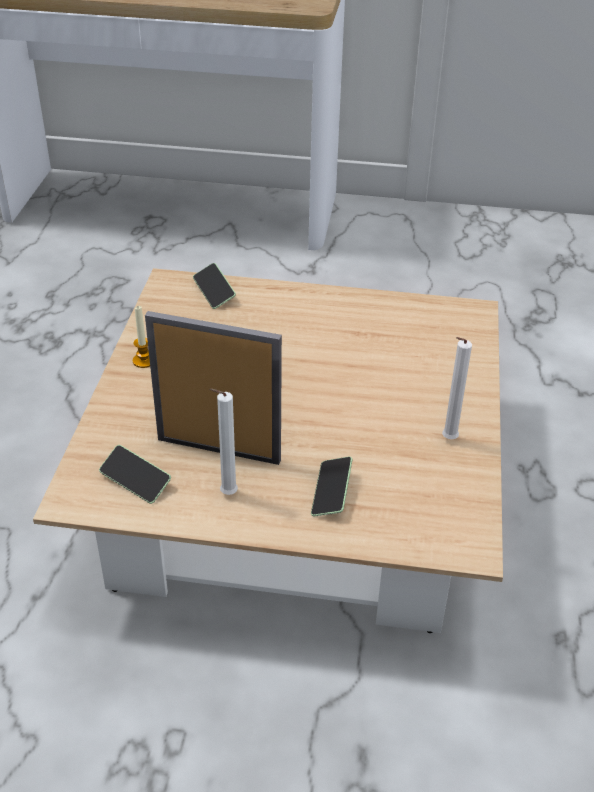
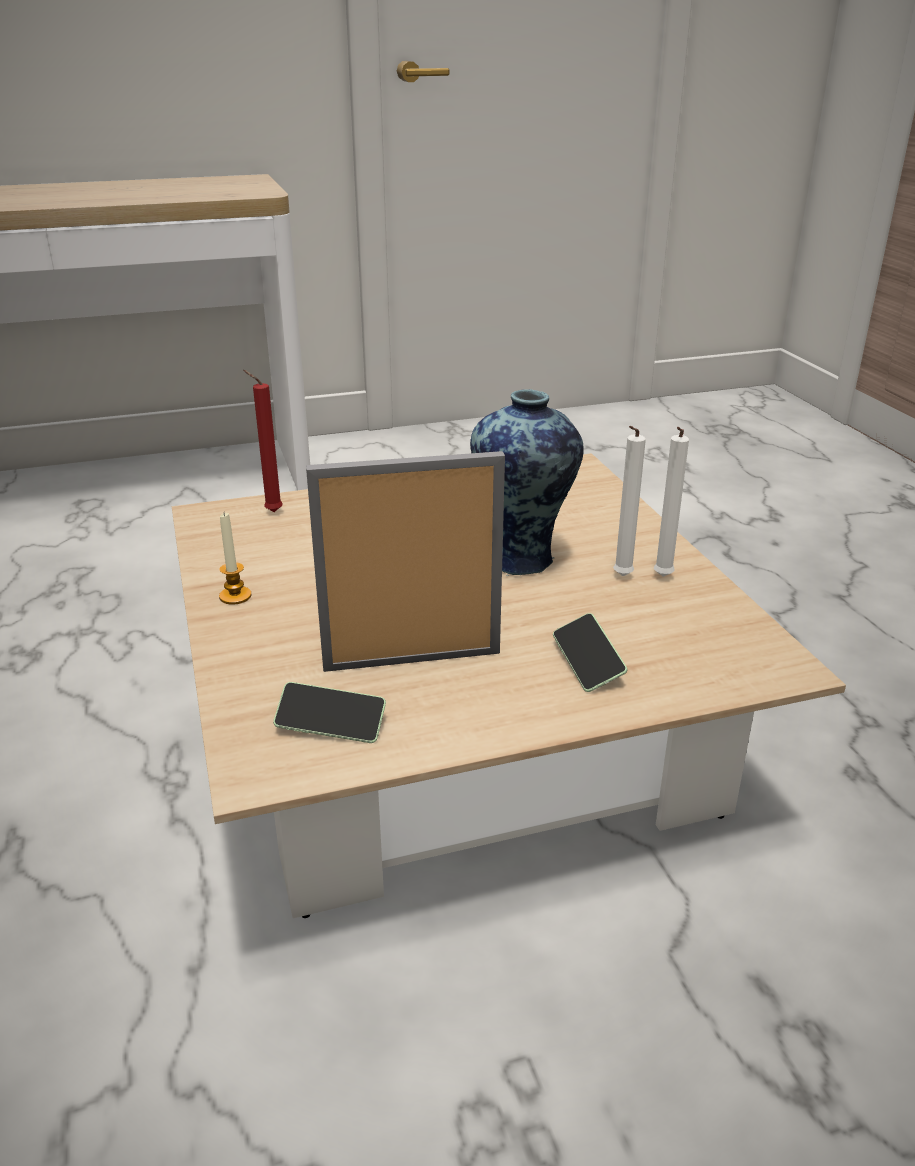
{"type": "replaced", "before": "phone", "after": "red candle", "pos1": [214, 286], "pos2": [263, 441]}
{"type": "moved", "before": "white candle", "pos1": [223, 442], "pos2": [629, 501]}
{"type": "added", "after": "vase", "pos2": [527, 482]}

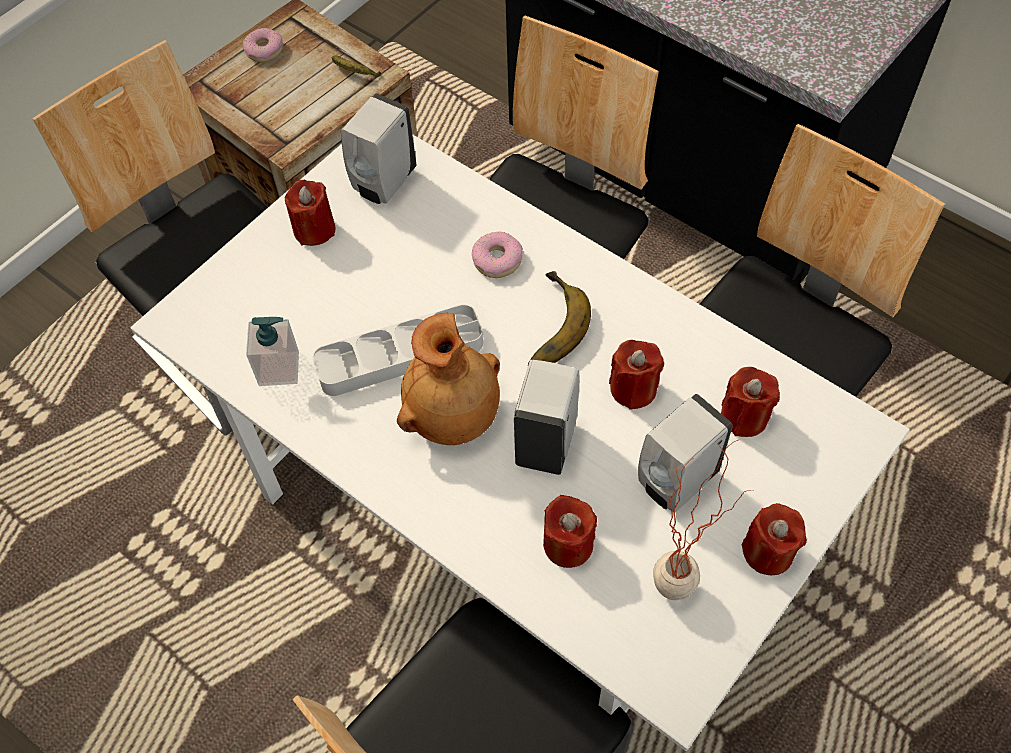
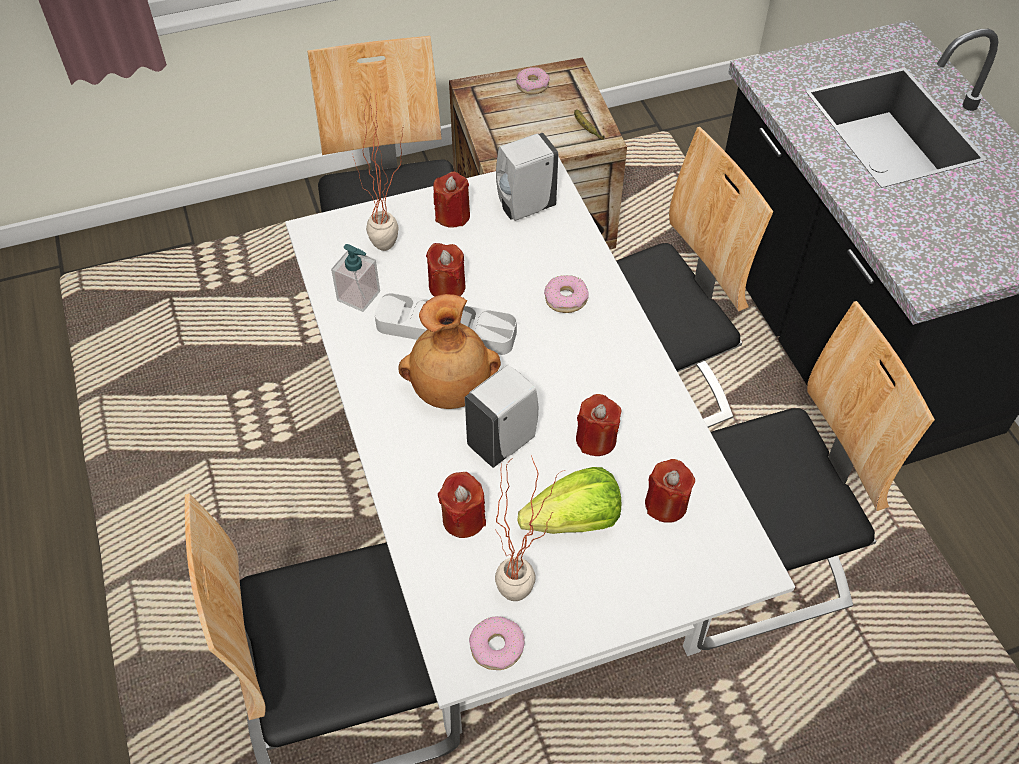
{"type": "removed", "before": "banana", "pos1": [559, 318]}
{"type": "replaced", "before": "white soap dispenser", "after": "lettuce", "pos1": [685, 453], "pos2": [569, 500]}
{"type": "moved", "before": "red candle", "pos1": [774, 539], "pos2": [446, 270]}
{"type": "added", "after": "potted plant", "pos2": [378, 173]}
{"type": "added", "after": "donut", "pos2": [497, 643]}

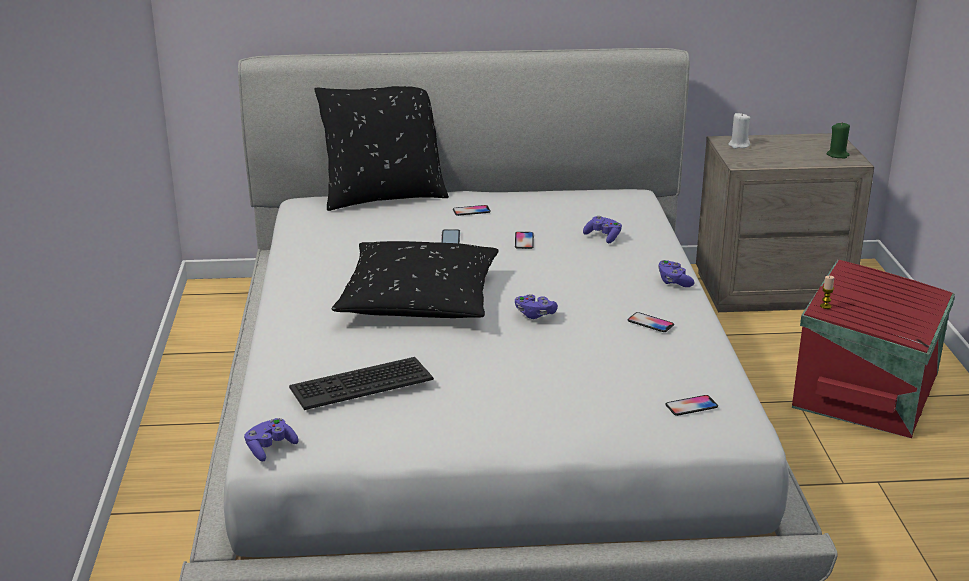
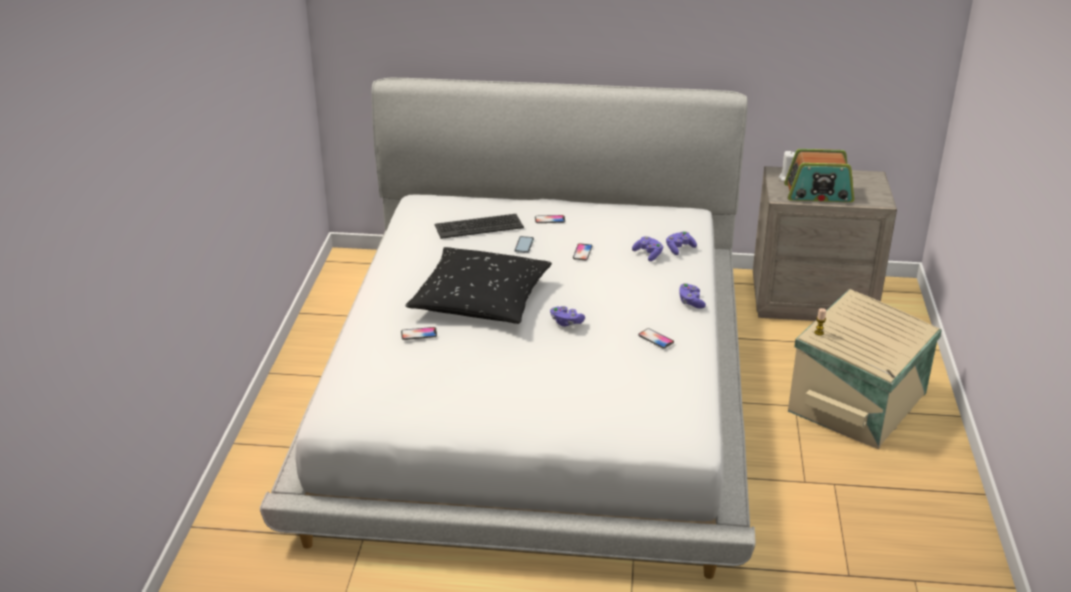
{"type": "removed", "before": "black pillow", "pos1": [381, 148]}
{"type": "removed", "before": "green candle", "pos1": [838, 140]}
{"type": "recoloured", "before": "red storage box", "after": "beige storage box", "pos1": [873, 349], "pos2": [865, 369]}
{"type": "moved", "before": "keyboard", "pos1": [361, 383], "pos2": [479, 226]}
{"type": "moved", "before": "phone", "pos1": [691, 405], "pos2": [419, 333]}
{"type": "moved", "before": "purple game controller", "pos1": [271, 439], "pos2": [681, 243]}
{"type": "added", "after": "radio", "pos2": [819, 175]}

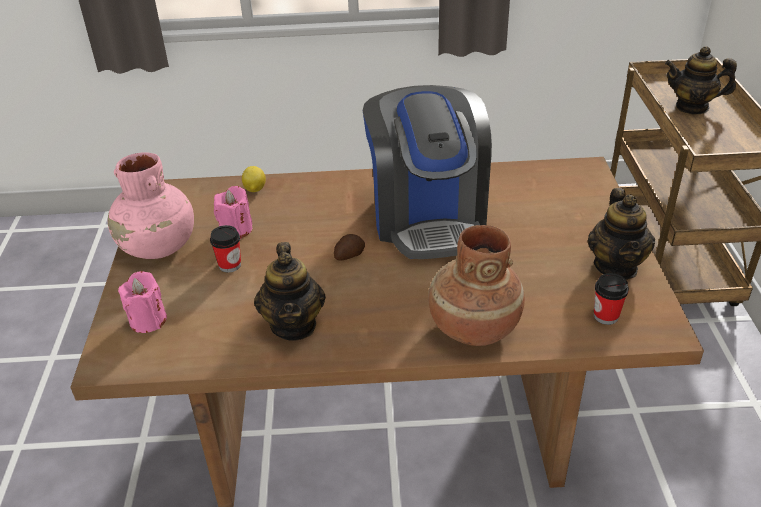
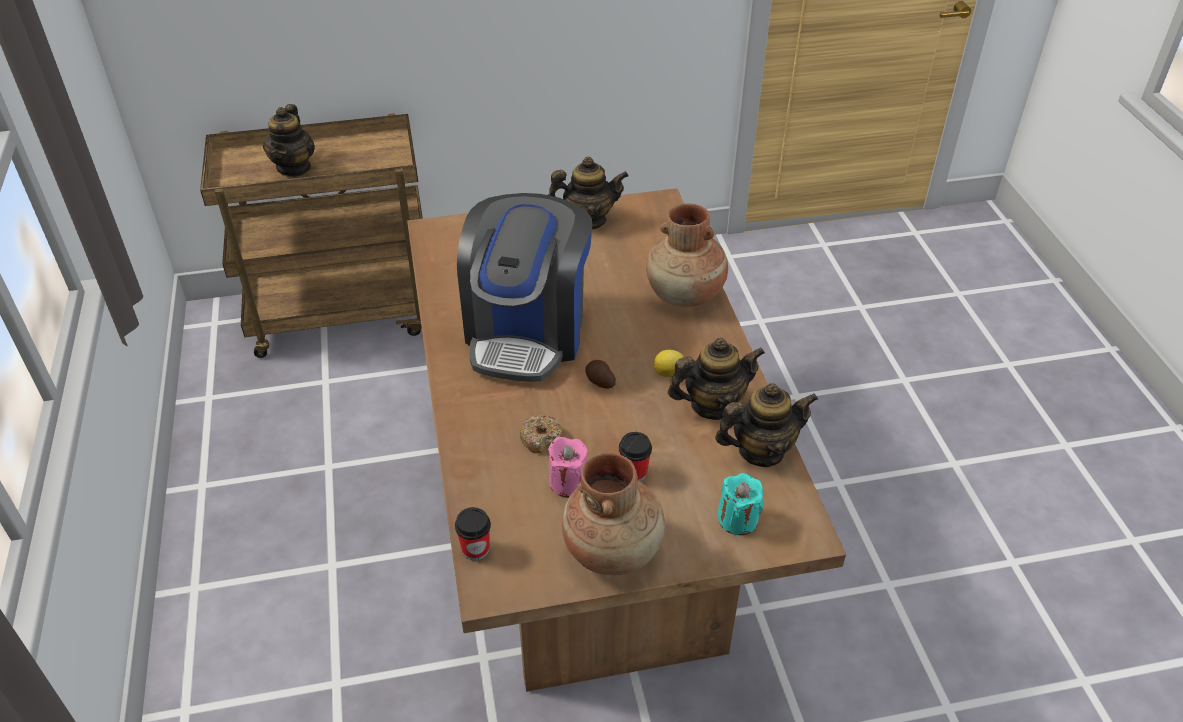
{"type": "turned", "before": "coffee machine", "pos1": [427, 172], "pos2": [524, 287], "turn": 120}
{"type": "recoloured", "before": "pink vase", "after": "brown vase", "pos1": [151, 206], "pos2": [613, 514]}
{"type": "moved", "before": "lemon", "pos1": [254, 179], "pos2": [669, 363]}
{"type": "recoloured", "before": "pink candle", "after": "turquoise candle", "pos1": [142, 302], "pos2": [741, 504]}
{"type": "moved", "before": "cup", "pos1": [611, 299], "pos2": [473, 534]}
{"type": "added", "after": "teapot", "pos2": [766, 425]}
{"type": "added", "after": "donut", "pos2": [541, 433]}

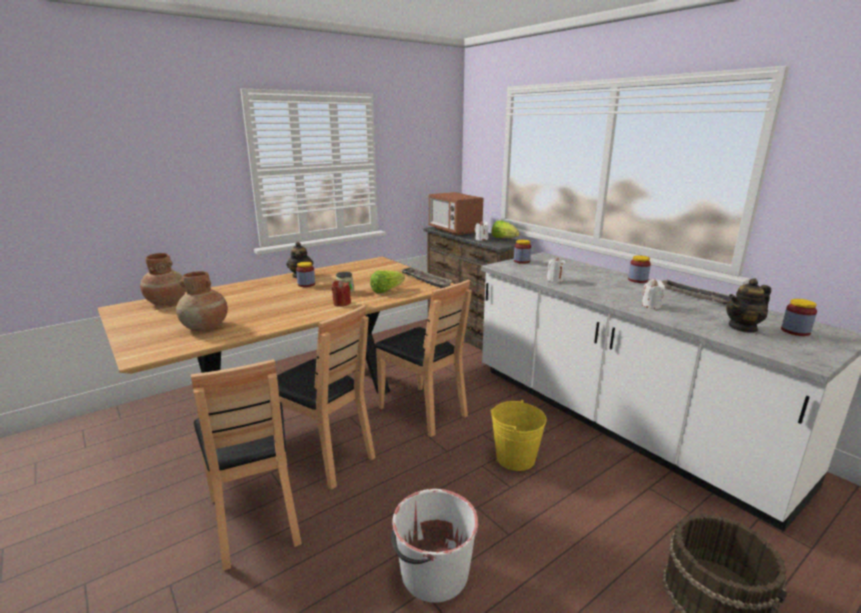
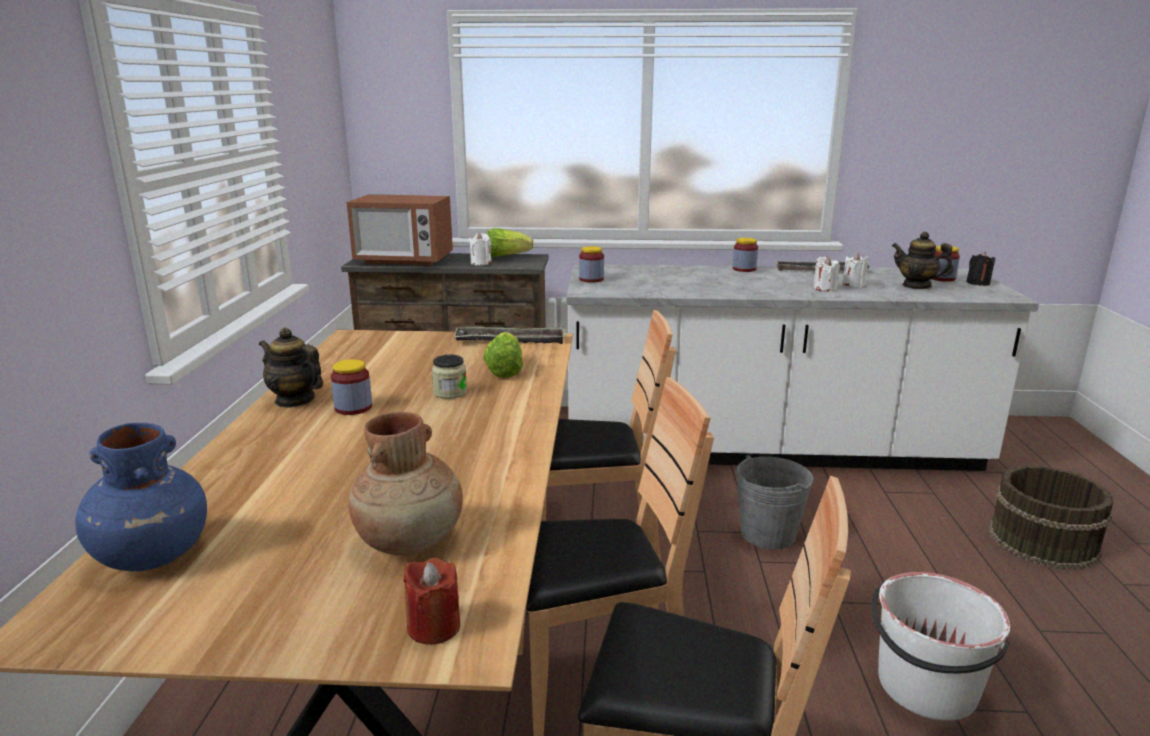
{"type": "recoloured", "before": "brown vase", "after": "blue vase", "pos1": [163, 279], "pos2": [141, 497]}
{"type": "moved", "before": "white candle", "pos1": [556, 269], "pos2": [855, 270]}
{"type": "turned", "before": "teapot", "pos1": [748, 305], "pos2": [922, 260], "turn": 105}
{"type": "moved", "before": "red candle", "pos1": [341, 293], "pos2": [431, 601]}
{"type": "recoloured", "before": "yellow bucket", "after": "grey bucket", "pos1": [518, 435], "pos2": [774, 502]}
{"type": "added", "after": "black candle", "pos2": [981, 269]}

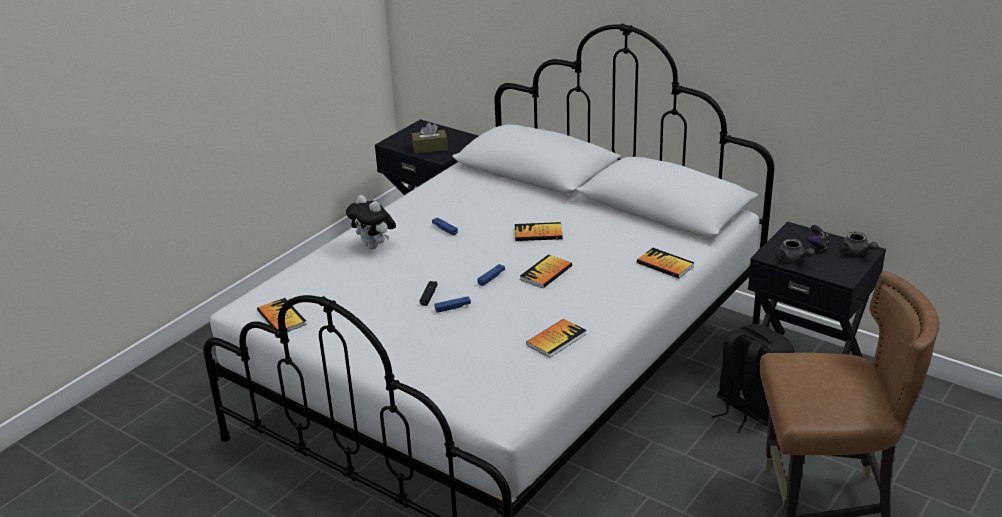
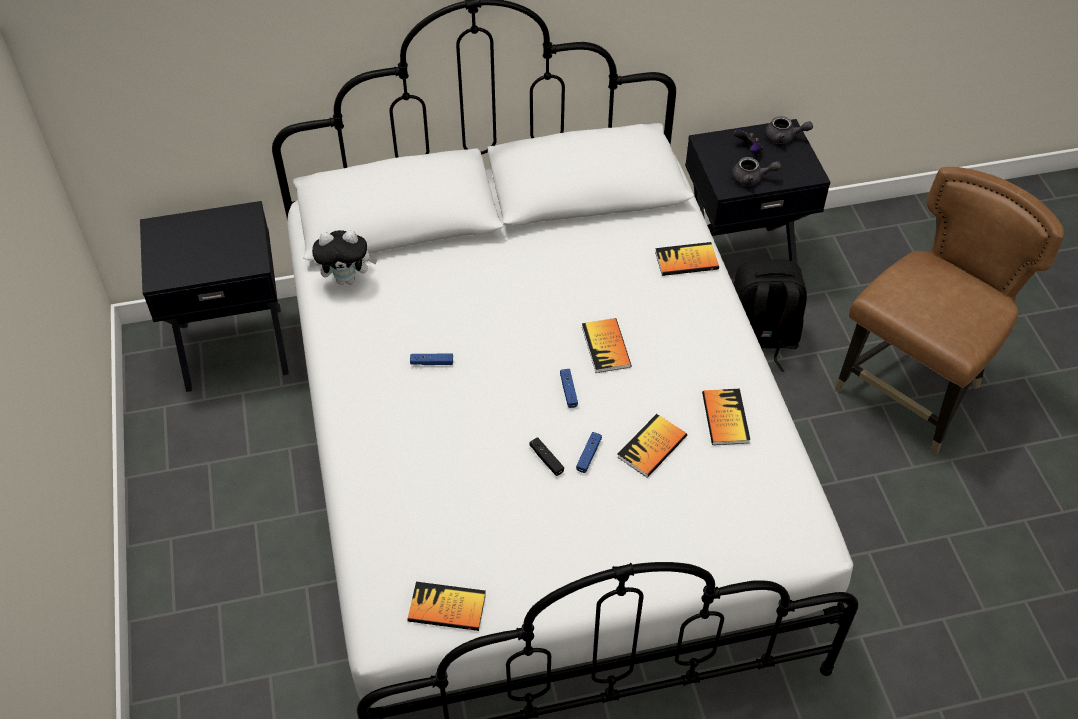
{"type": "removed", "before": "brown tissue box", "pos1": [430, 138]}
{"type": "moved", "before": "plush toy", "pos1": [371, 222], "pos2": [345, 257]}
{"type": "moved", "before": "book", "pos1": [539, 231], "pos2": [652, 446]}

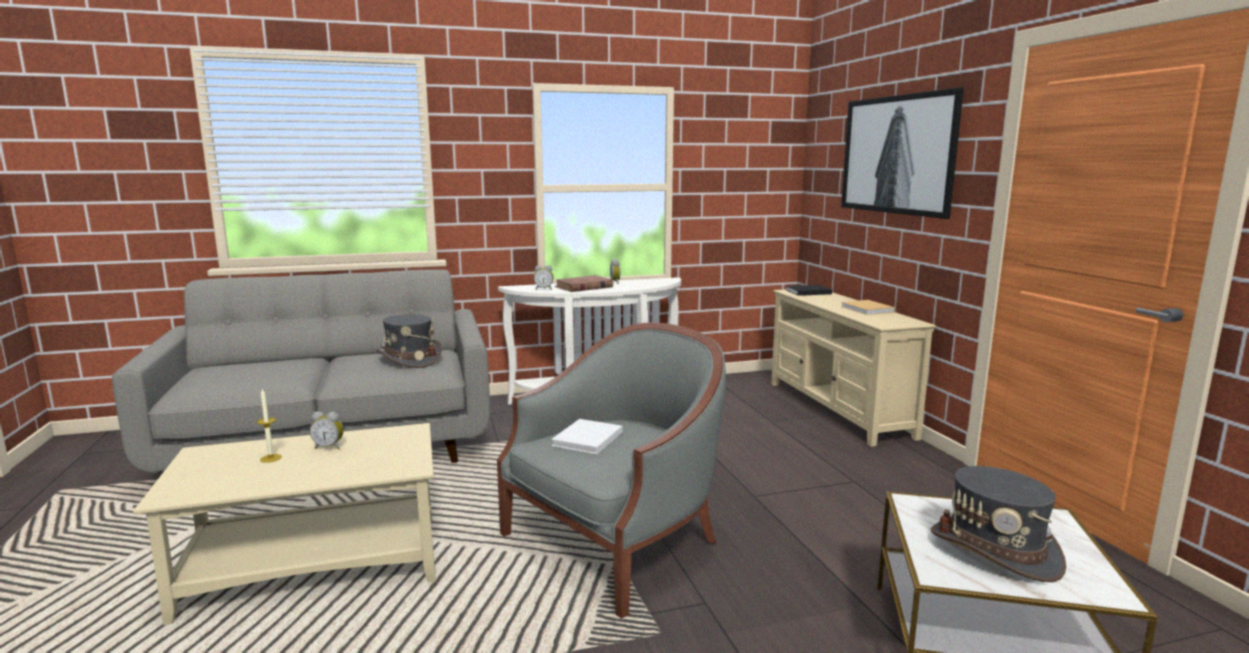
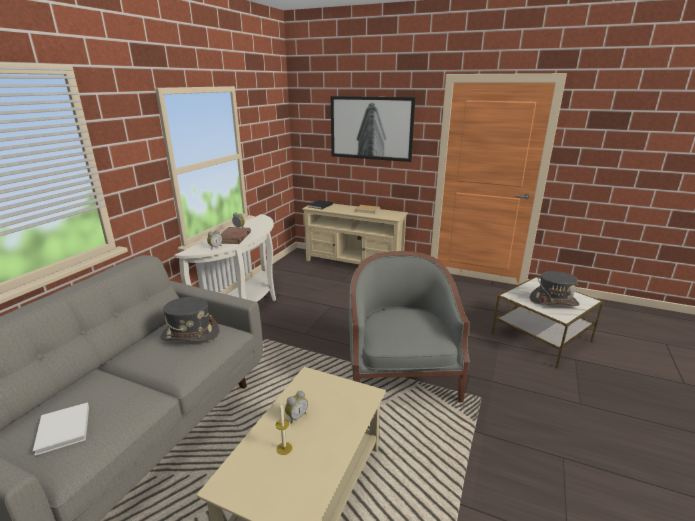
{"type": "moved", "before": "white book", "pos1": [587, 436], "pos2": [61, 429]}

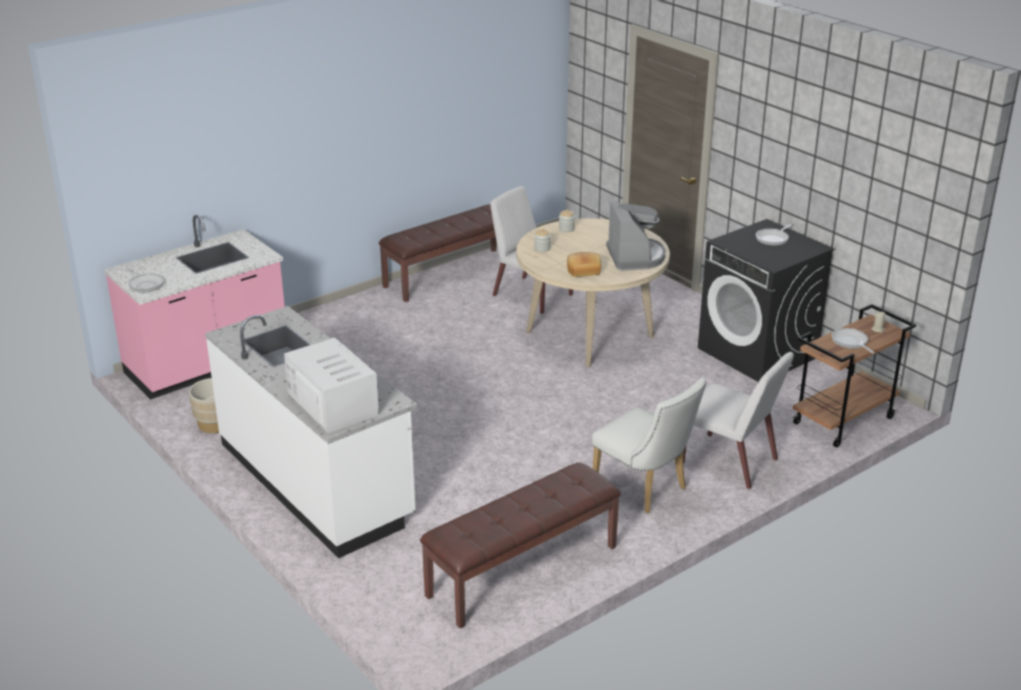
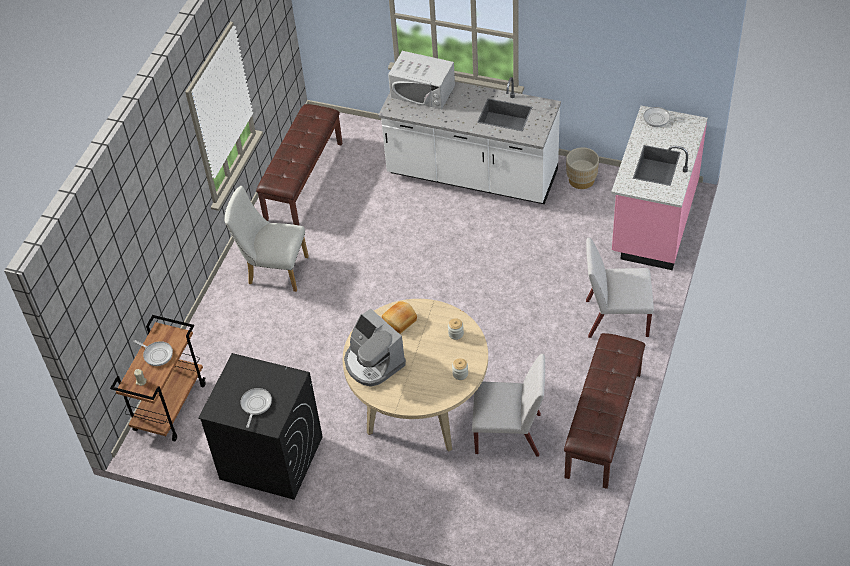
{"type": "moved", "before": "white chair", "pos1": [738, 420], "pos2": [620, 288]}

